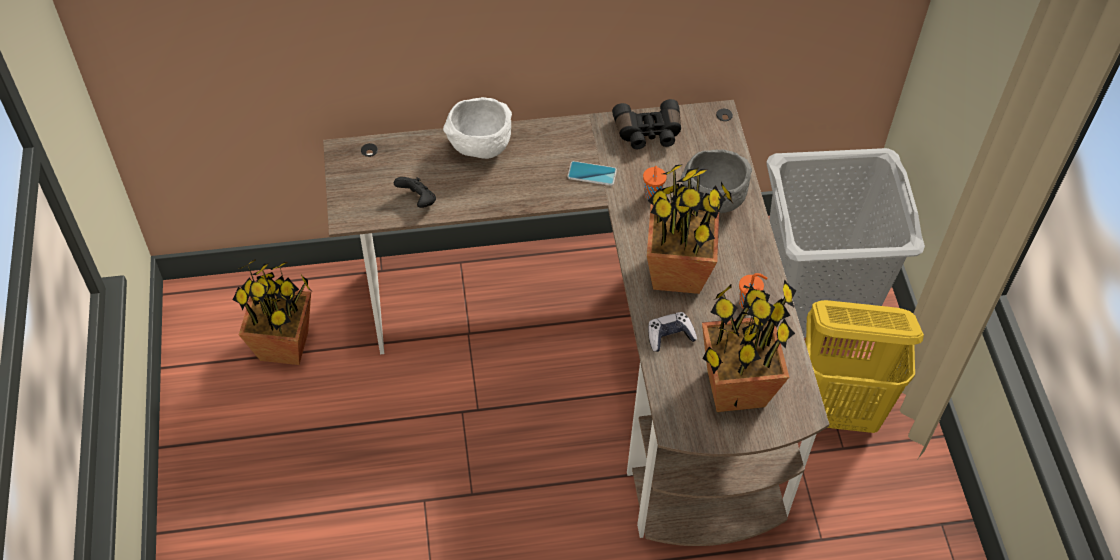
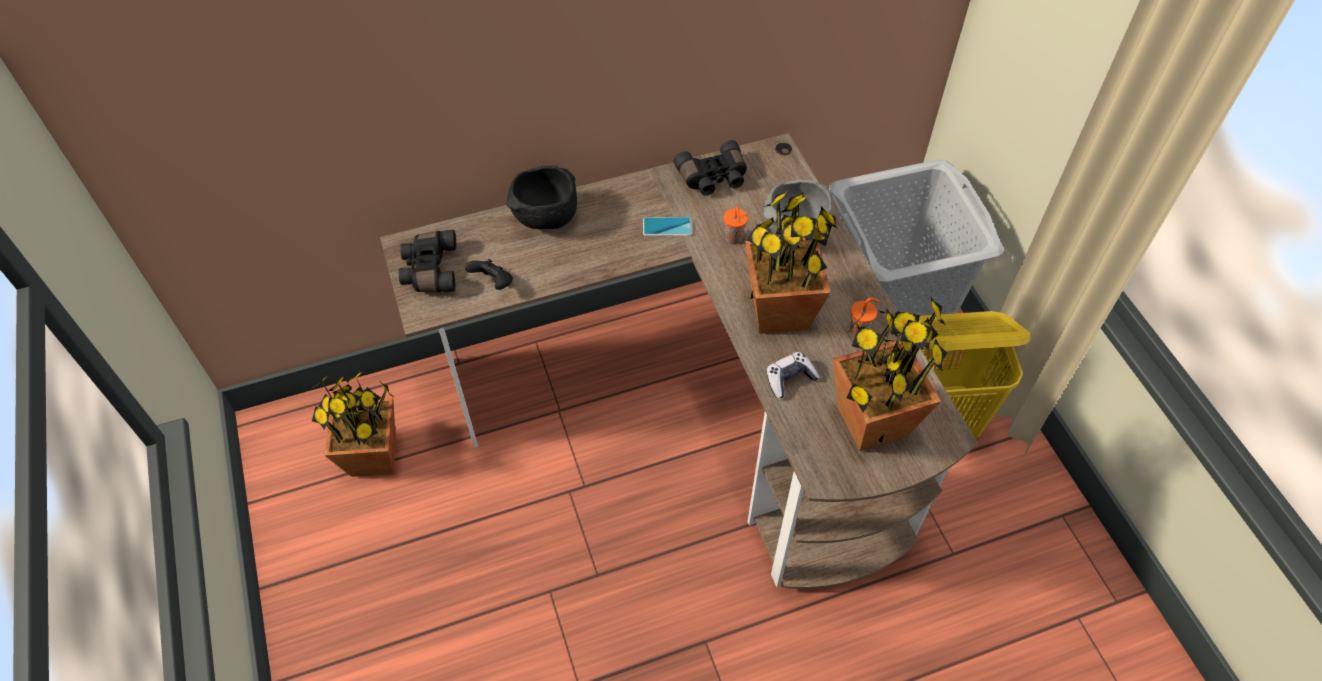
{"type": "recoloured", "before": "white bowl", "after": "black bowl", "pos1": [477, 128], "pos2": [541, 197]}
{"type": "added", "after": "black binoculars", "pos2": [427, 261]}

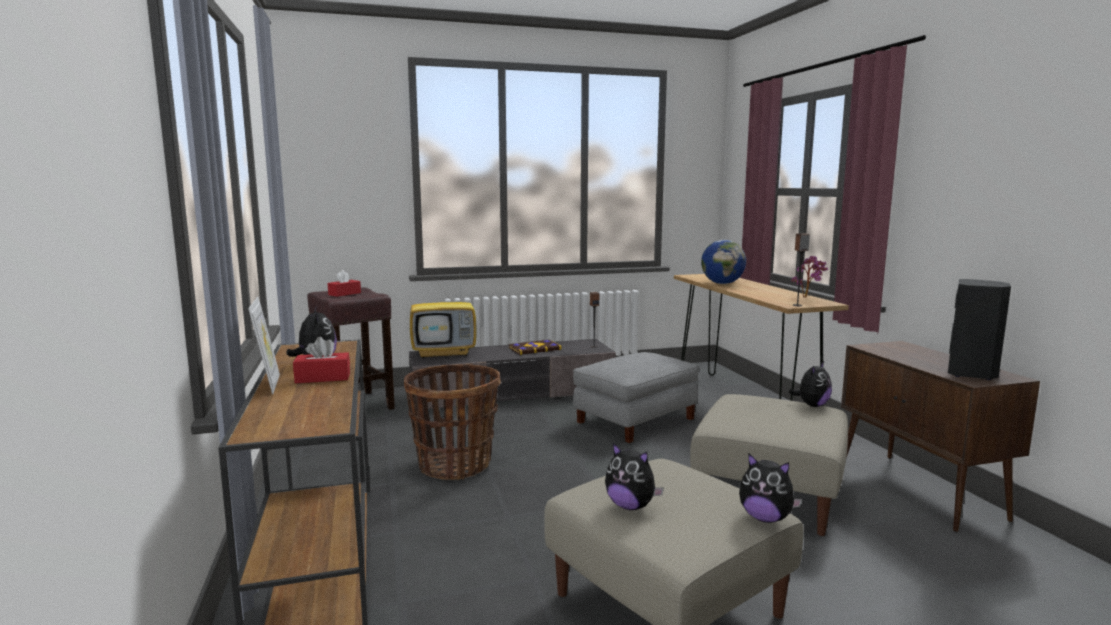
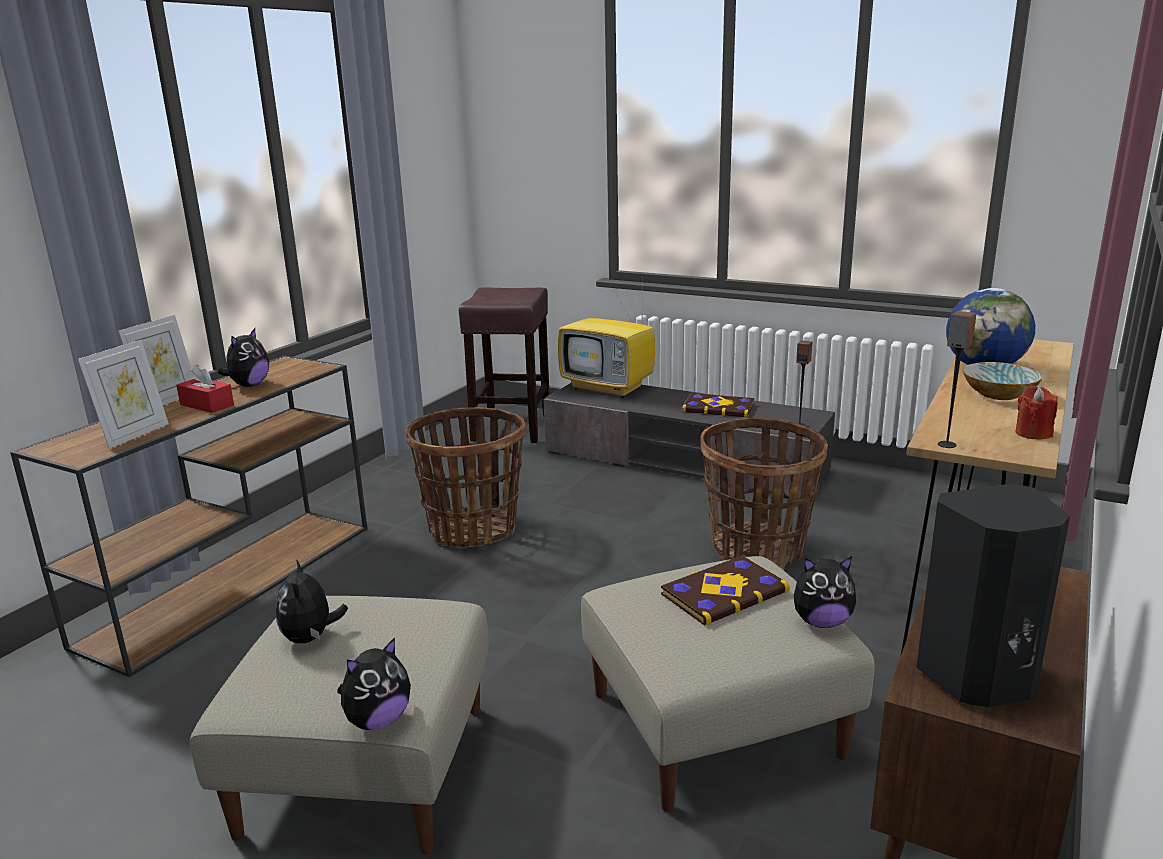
{"type": "replaced", "before": "potted plant", "after": "red candle", "pos1": [809, 277], "pos2": [1036, 412]}
{"type": "removed", "before": "red tissue box", "pos1": [344, 283]}
{"type": "replaced", "before": "grey ottoman", "after": "basket", "pos1": [636, 397], "pos2": [764, 494]}
{"type": "turned", "before": "plush toy", "pos1": [770, 488], "pos2": [374, 683], "turn": -120}
{"type": "added", "after": "picture frame", "pos2": [123, 394]}
{"type": "added", "after": "bowl", "pos2": [1002, 381]}
{"type": "added", "after": "book", "pos2": [725, 591]}

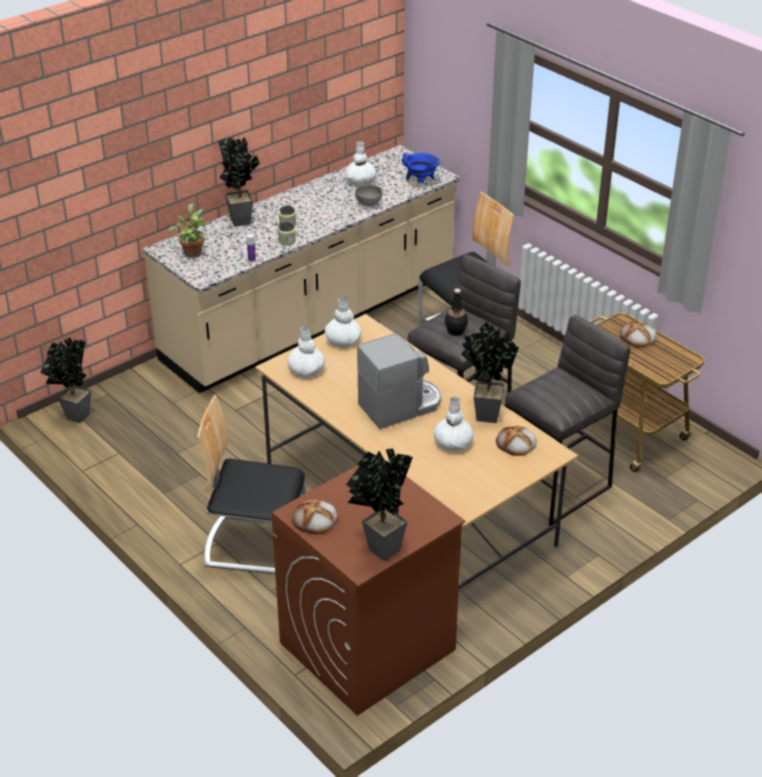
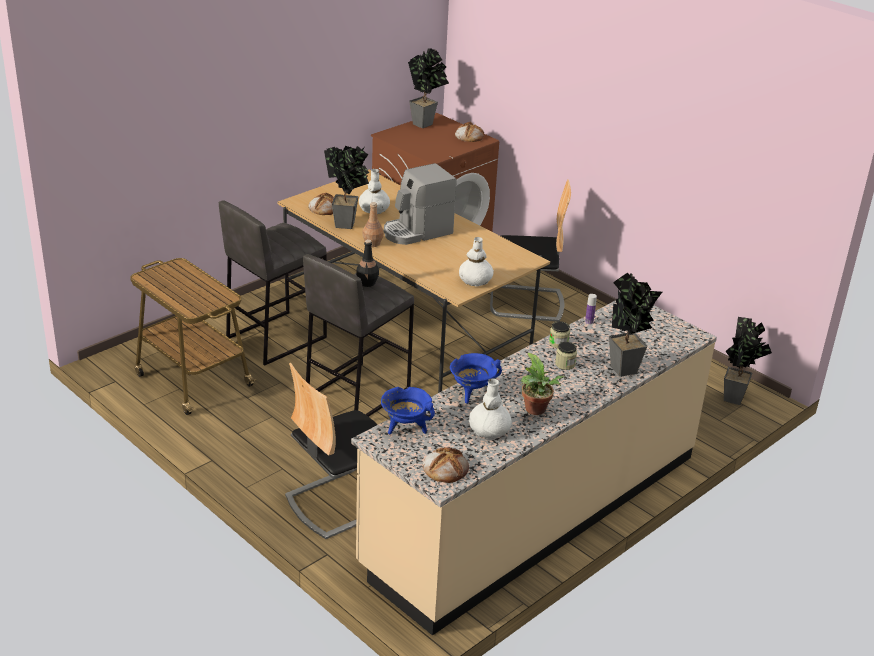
{"type": "replaced", "before": "grey bowl", "after": "blue cooking pot", "pos1": [369, 195], "pos2": [476, 378]}
{"type": "moved", "before": "potted plant", "pos1": [187, 230], "pos2": [543, 384]}
{"type": "moved", "before": "bread", "pos1": [638, 334], "pos2": [446, 465]}
{"type": "removed", "before": "white vase", "pos1": [306, 352]}
{"type": "added", "after": "brown bottle", "pos2": [373, 224]}

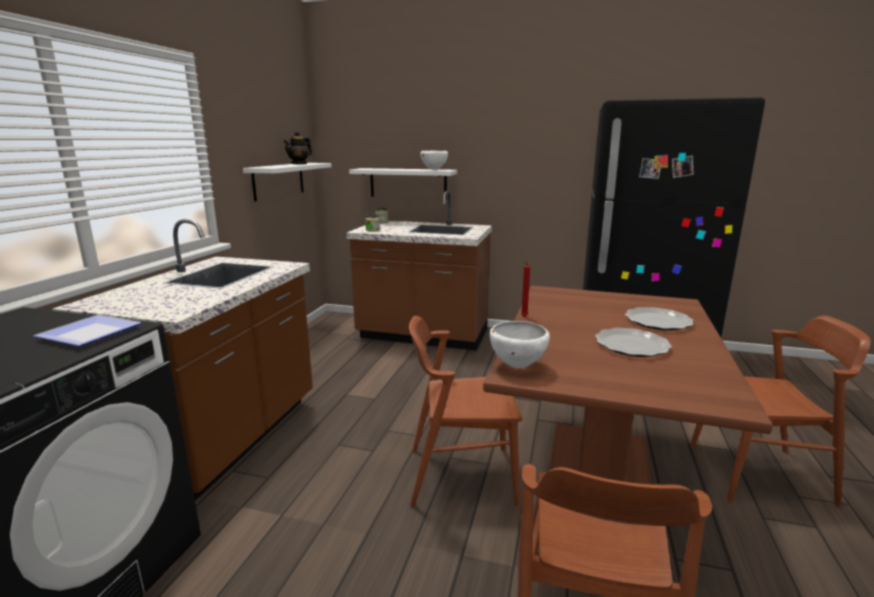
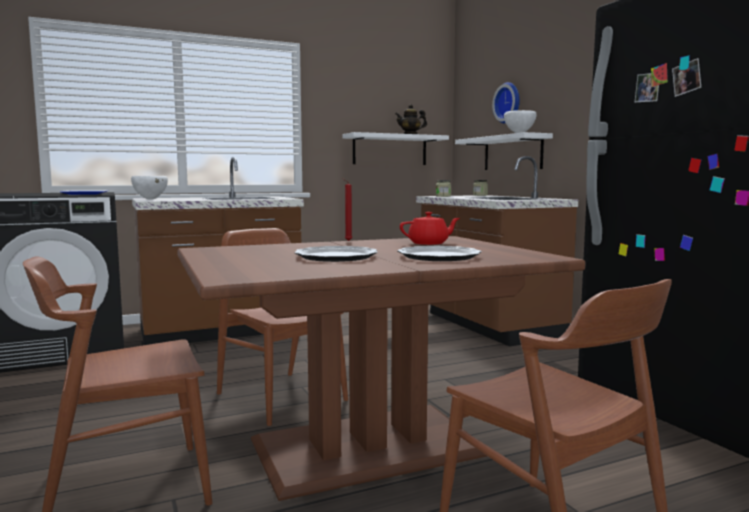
{"type": "moved", "before": "white bowl", "pos1": [520, 344], "pos2": [149, 188]}
{"type": "added", "after": "wall clock", "pos2": [506, 103]}
{"type": "added", "after": "red teapot", "pos2": [430, 228]}

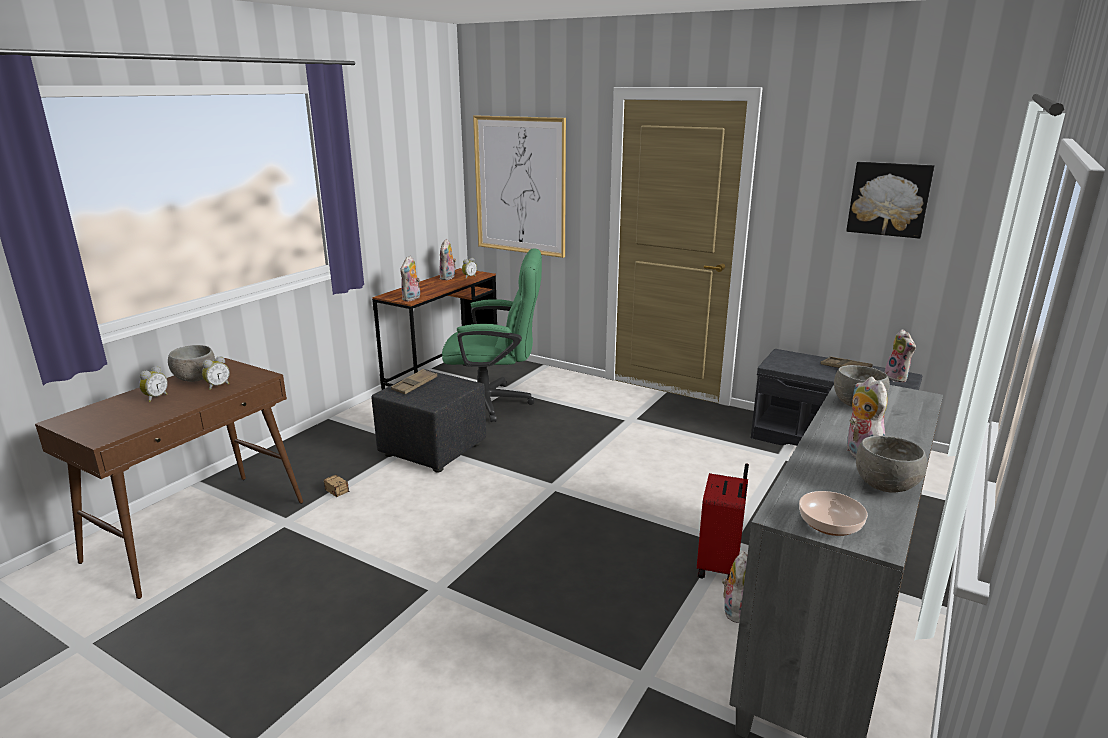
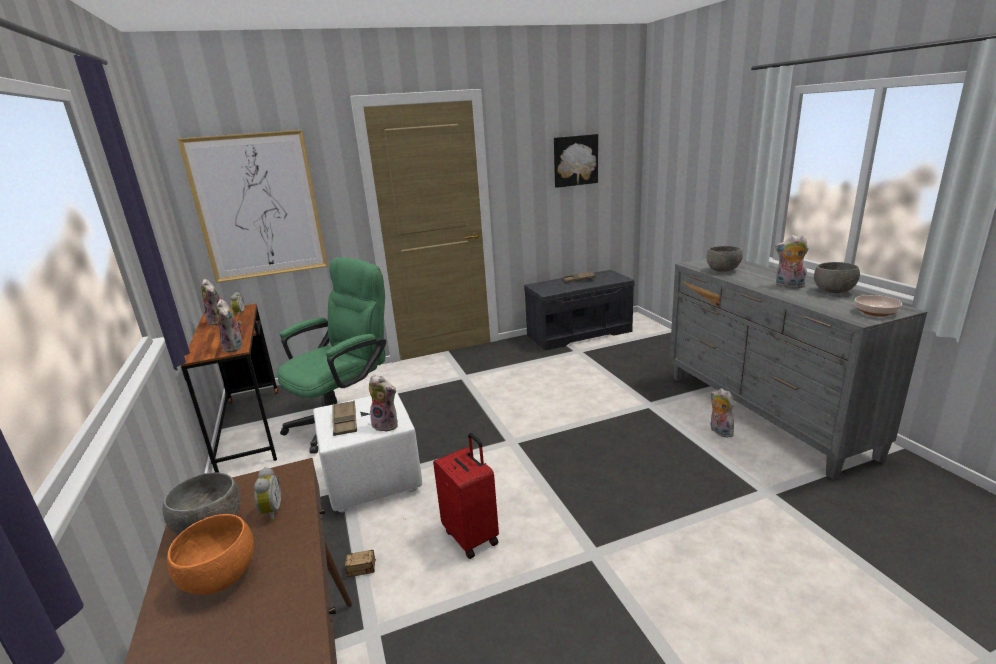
{"type": "moved", "before": "plush toy", "pos1": [900, 355], "pos2": [383, 403]}
{"type": "replaced", "before": "alarm clock", "after": "orange bowl", "pos1": [153, 384], "pos2": [210, 554]}
{"type": "recoloured", "before": "black ottoman", "after": "white ottoman", "pos1": [428, 421], "pos2": [367, 451]}
{"type": "moved", "before": "red suitcase", "pos1": [723, 521], "pos2": [466, 496]}

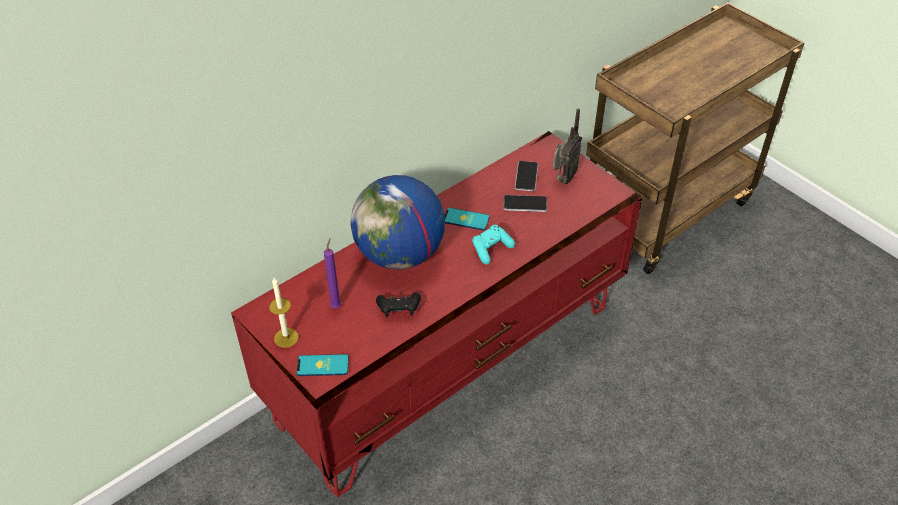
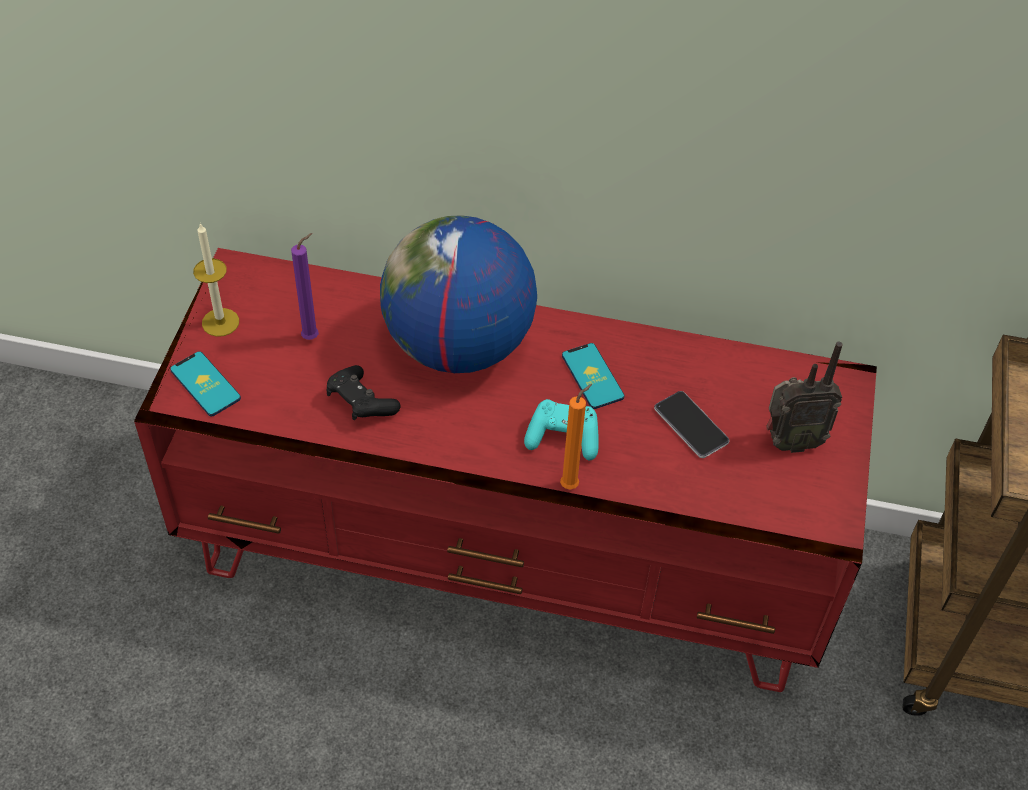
{"type": "removed", "before": "phone", "pos1": [526, 176]}
{"type": "added", "after": "orange candle", "pos2": [576, 437]}

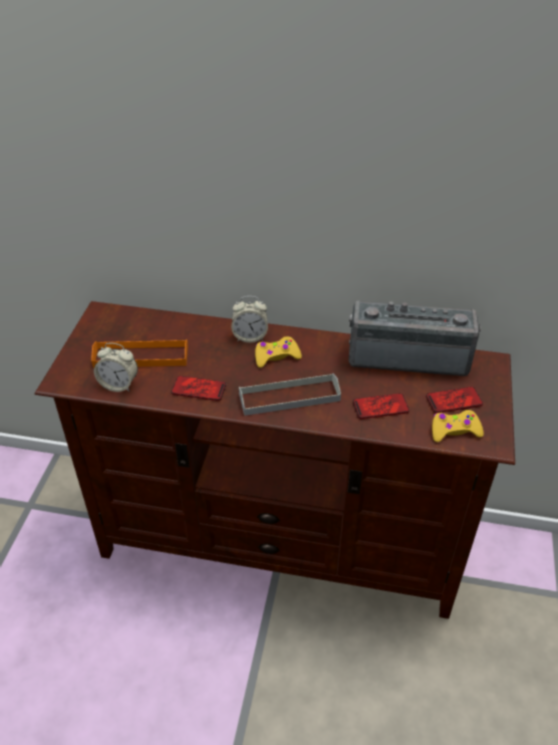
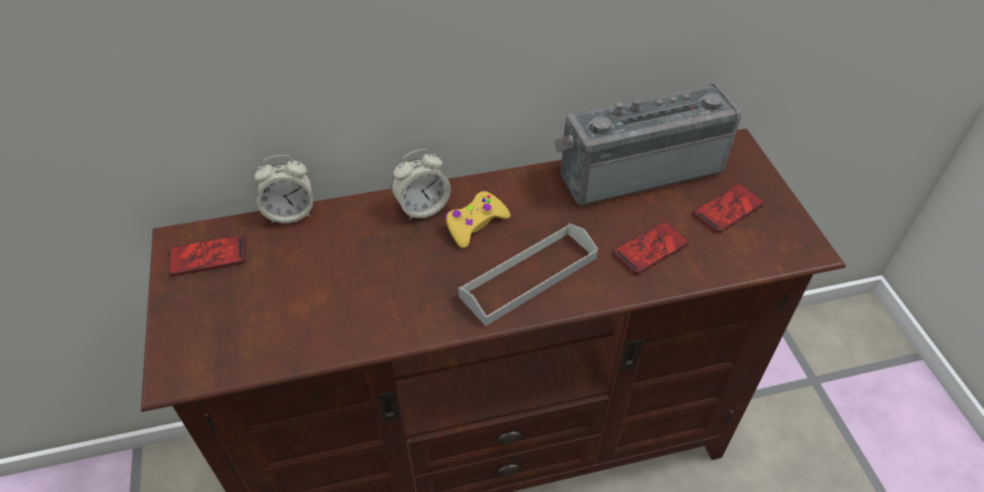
{"type": "removed", "before": "orange tray", "pos1": [139, 353]}
{"type": "moved", "before": "alarm clock", "pos1": [116, 367], "pos2": [283, 189]}
{"type": "moved", "before": "phone", "pos1": [198, 388], "pos2": [207, 255]}
{"type": "removed", "before": "yellow game controller", "pos1": [458, 426]}

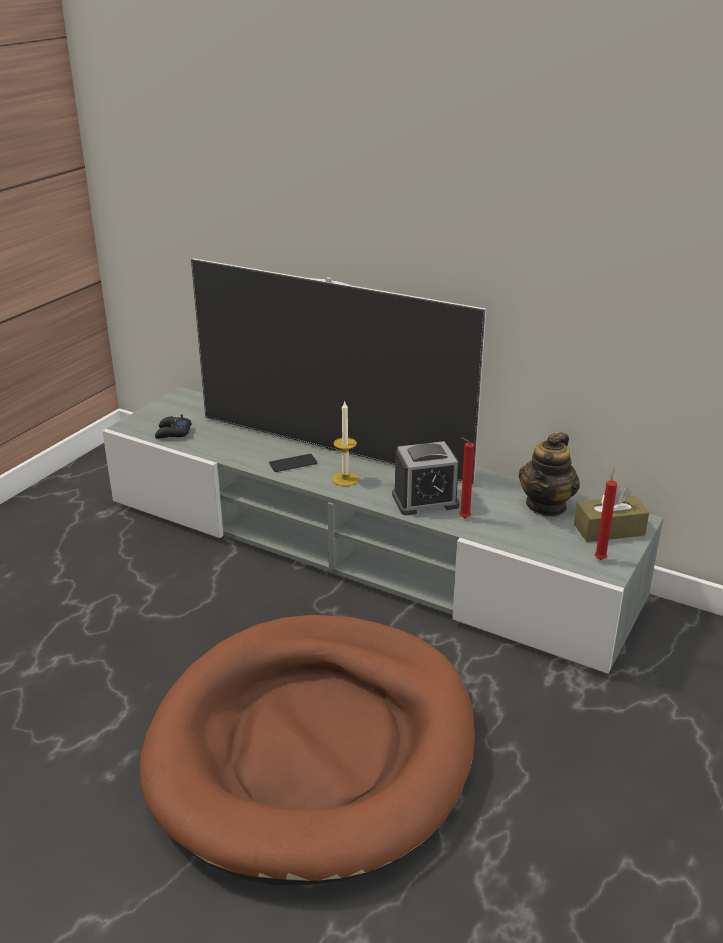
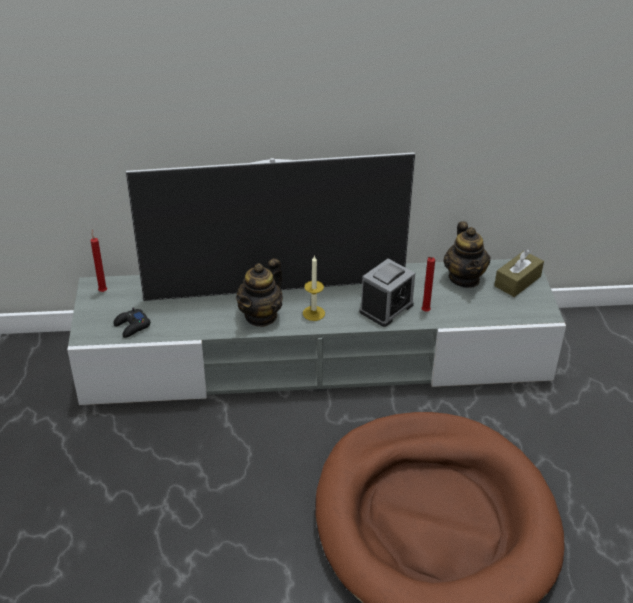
{"type": "replaced", "before": "phone", "after": "teapot", "pos1": [293, 463], "pos2": [259, 292]}
{"type": "moved", "before": "red candle", "pos1": [606, 514], "pos2": [99, 261]}

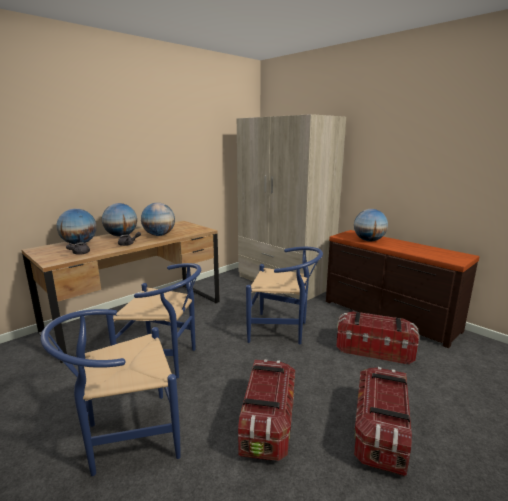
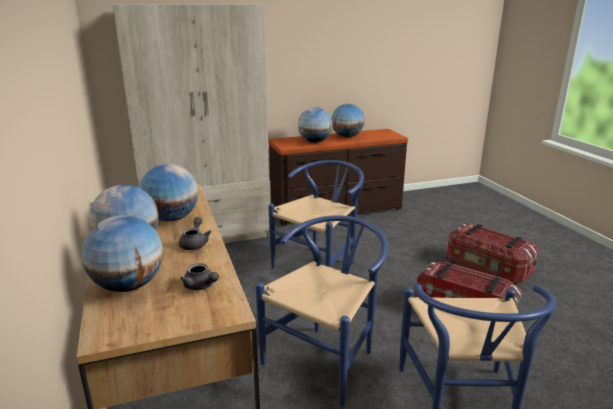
{"type": "removed", "before": "storage box", "pos1": [378, 338]}
{"type": "added", "after": "globe", "pos2": [348, 120]}

